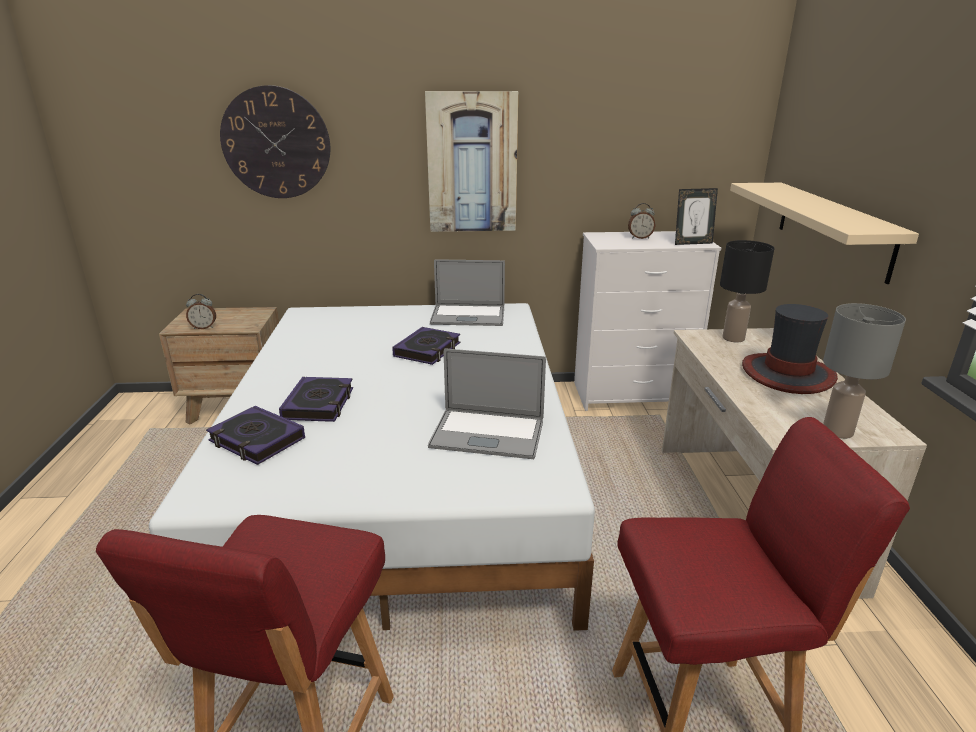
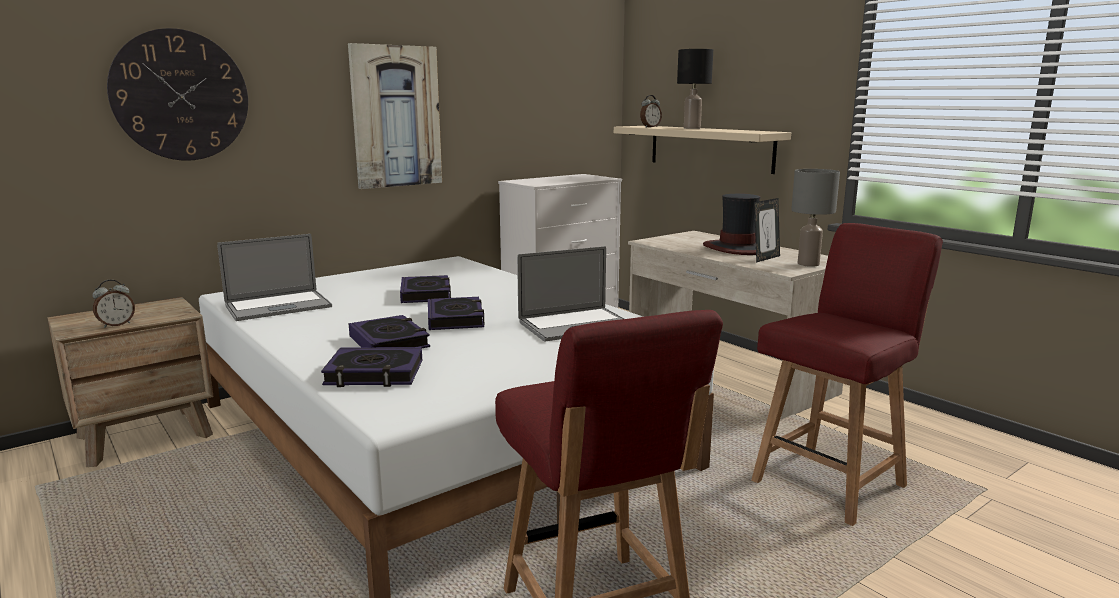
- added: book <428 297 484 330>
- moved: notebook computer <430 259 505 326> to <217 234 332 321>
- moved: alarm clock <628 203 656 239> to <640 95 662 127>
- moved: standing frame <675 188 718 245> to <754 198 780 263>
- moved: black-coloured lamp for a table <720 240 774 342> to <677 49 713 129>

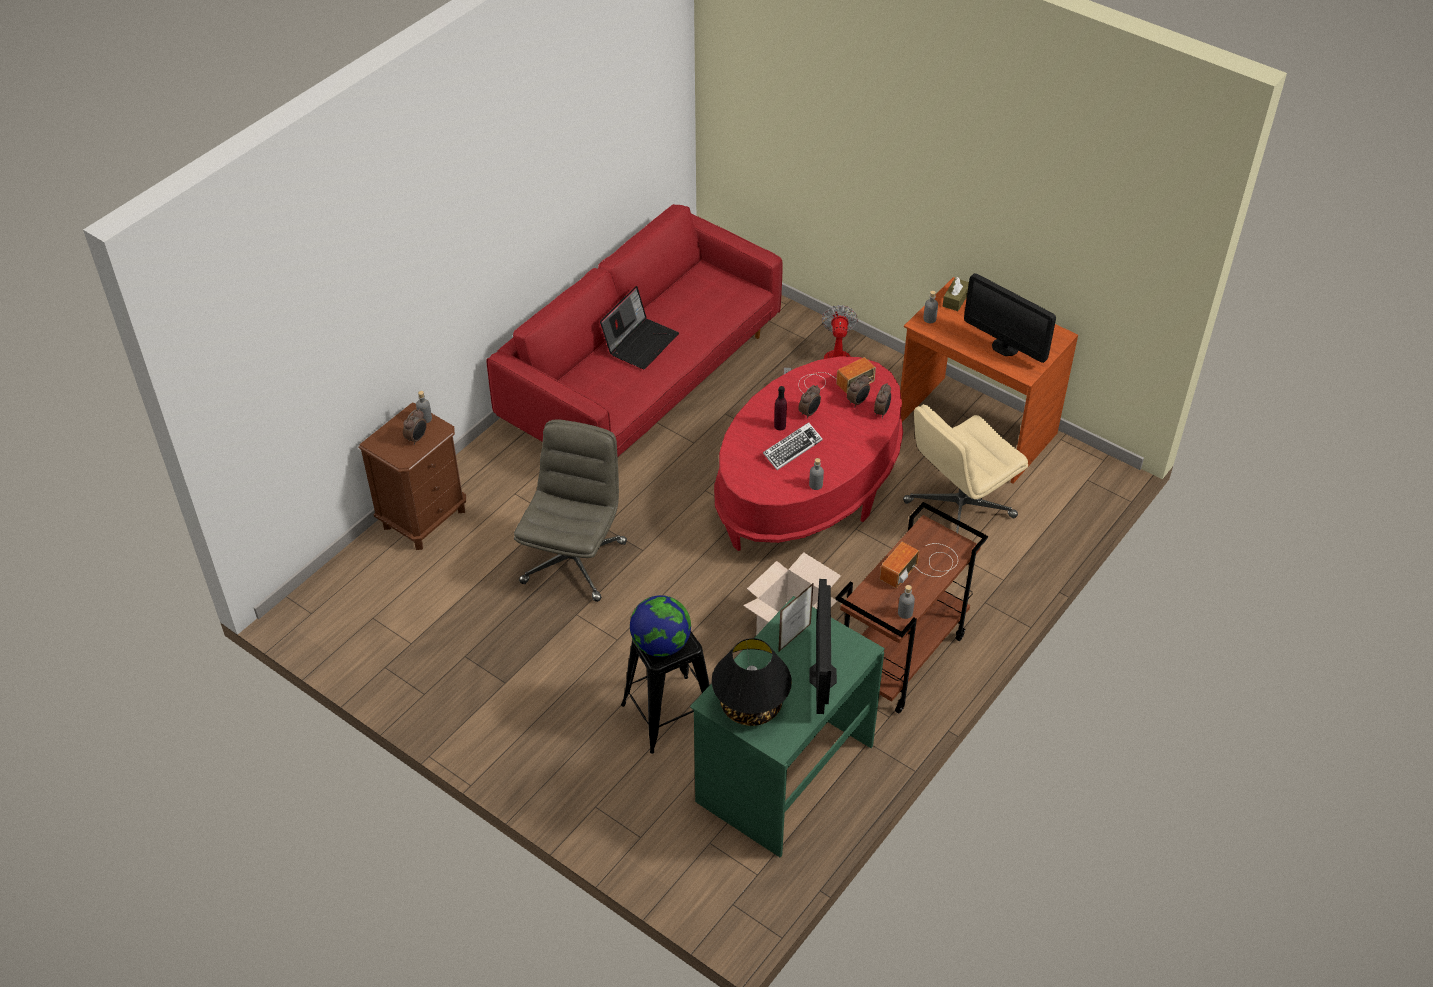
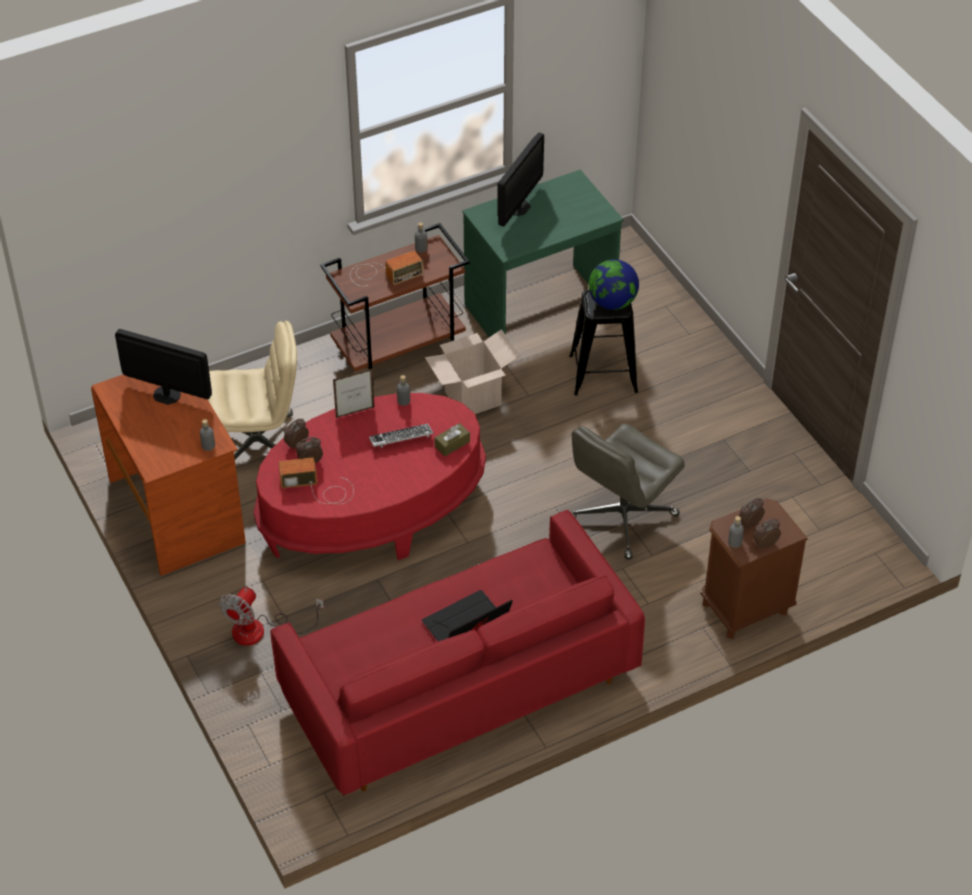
- removed: black-coloured lamp for a table <712 638 792 726>
- removed: purple bottle <774 386 787 430>
- moved: standing frame <778 582 814 652> to <333 369 374 418>
- moved: alarm clock <798 385 821 419> to <753 518 781 549>
- moved: brown tissue holder <943 277 969 311> to <434 423 470 456>
- turned: computer display <964 273 1056 363> = <115 329 212 405> 45 degrees counterclockwise

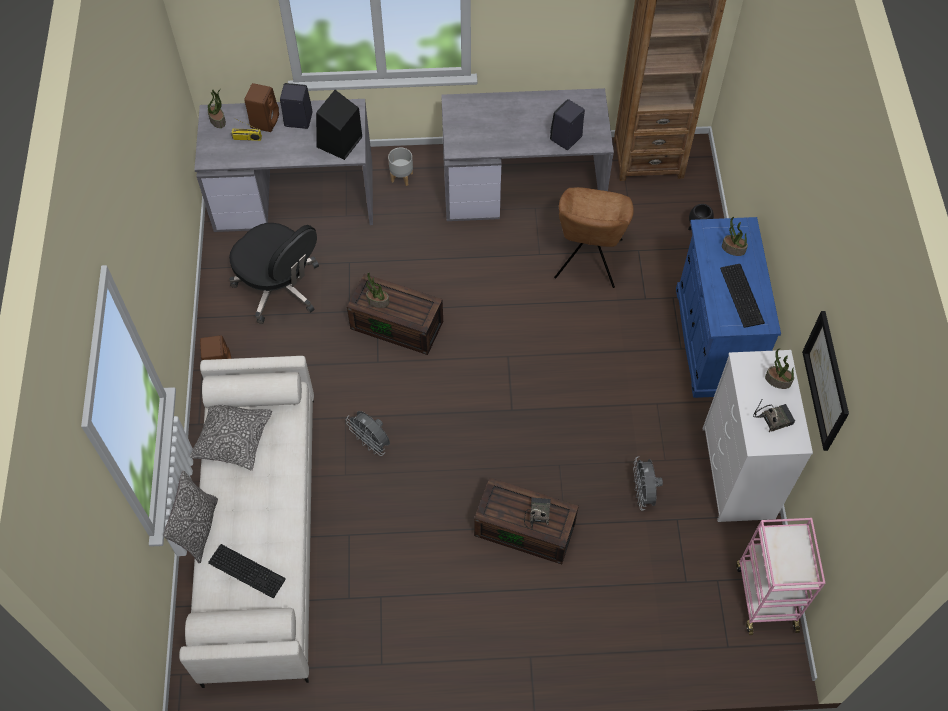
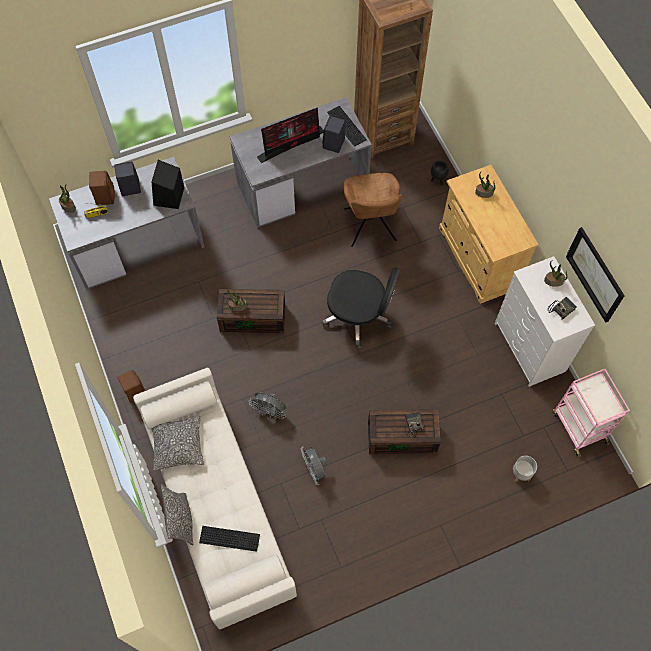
- added: computer display <257 107 324 163>
- moved: black-coloured office chair <229 223 319 324> to <322 267 400 348>
- moved: grey plant pot <388 147 413 186> to <512 456 537 482>
- moved: grey cooling fan <633 456 663 510> to <301 446 327 485>
- moved: keyboard <720 264 765 328> to <327 106 367 147>
- recoloured: bluish cabinet <676 217 781 398> to beige cabinet <439 165 539 304>

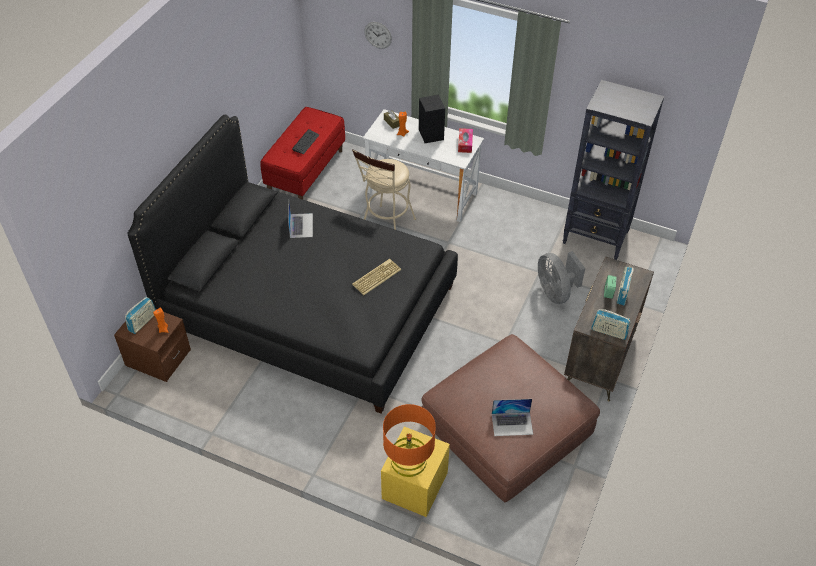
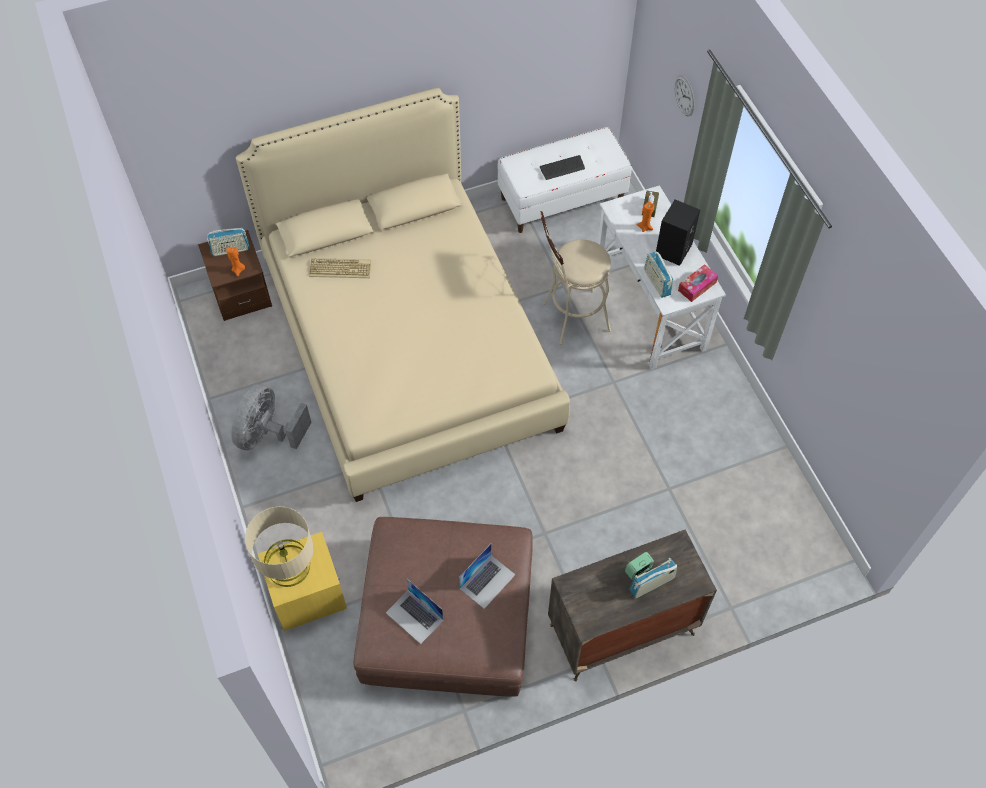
- removed: black-coloured bookcase <563 80 664 260>
- moved: notebook computer <288 203 313 238> to <459 543 516 609>
- moved: keyboard <352 259 401 295> to <309 258 371 278>
- moved: grey cooling fan <538 251 585 304> to <231 384 312 450>
- moved: radio set <591 309 631 340> to <644 251 673 298>
- recoloured: black-coloured bedroom bed <127 115 458 414> to beige bedroom bed <236 88 570 502>
- recoloured: reddish indoor bench <260 107 345 200> to whitish indoor bench <498 127 632 233>
- recoloured: orange-coloured lamp for a table <383 404 436 477> to beige lamp for a table <245 507 314 587>

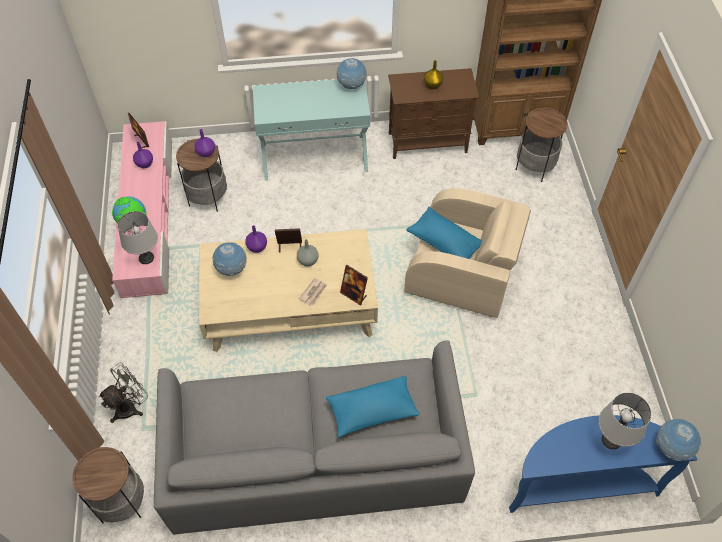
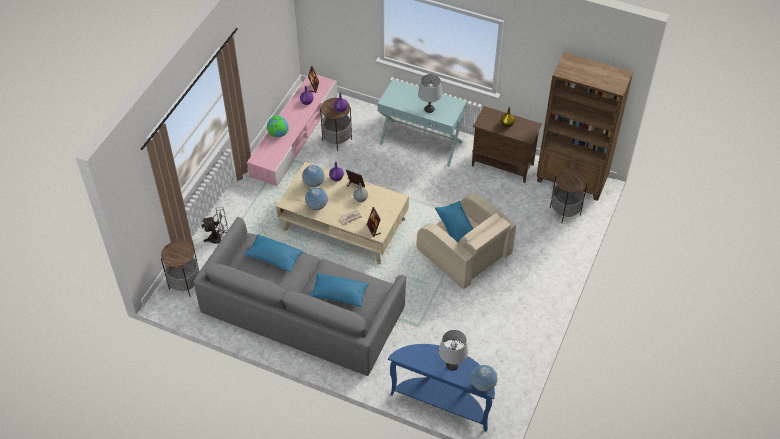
- added: bluish throw pillow <244 234 304 272>
- moved: grey lamp for a table <118 211 158 264> to <418 74 442 113>
- moved: globe <337 58 367 89> to <305 188 328 210>

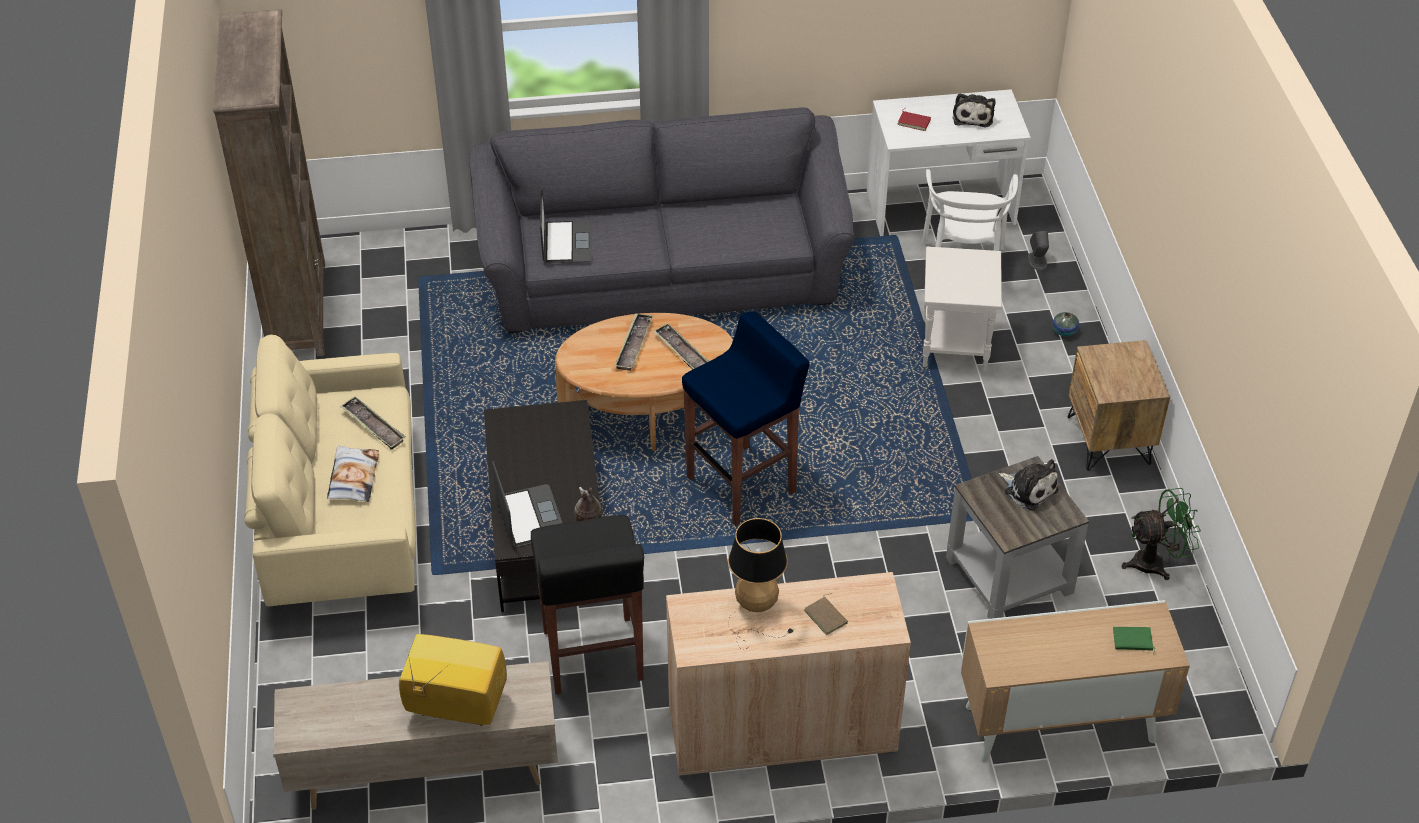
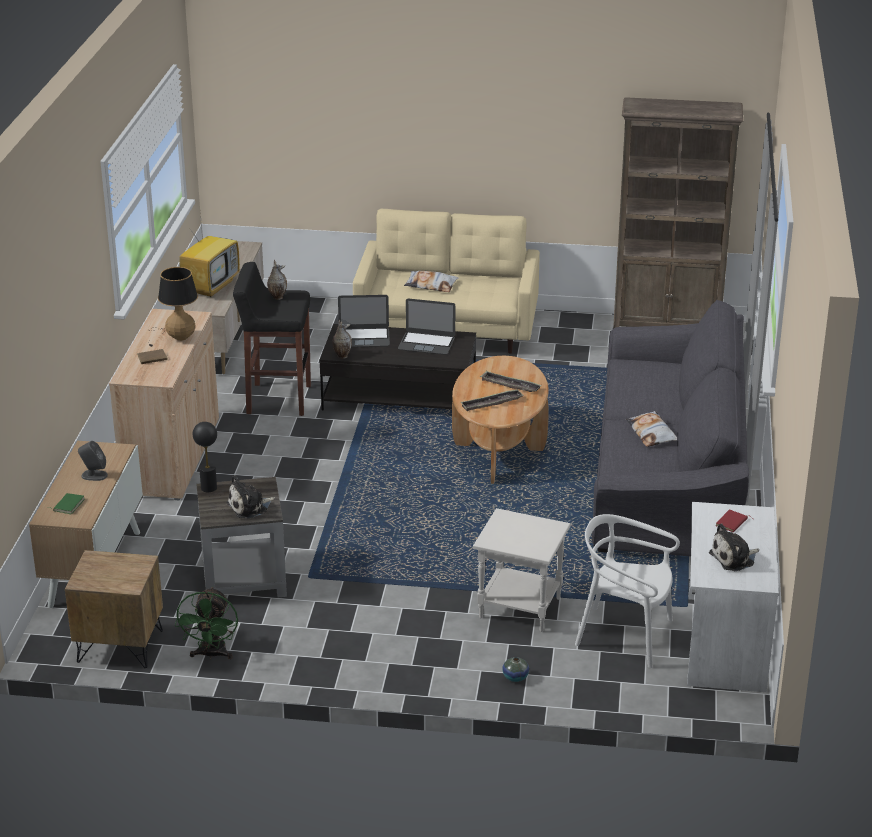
- removed: tray <340 396 406 450>
- removed: bluish stool <682 311 810 526>
- added: black-coloured lamp for a table <193 422 217 492>
- added: decorative vase <267 260 287 300>
- added: throw pillow <626 411 677 447>
- moved: notebook computer <540 186 592 263> to <398 299 455 355>
- moved: grey speaker <1028 231 1049 270> to <78 441 108 481>
- moved: brown bedside table <1068 340 1170 471> to <65 550 163 668>
- turned: plush toy <953 93 995 128> = <709 523 759 571> 45 degrees counterclockwise

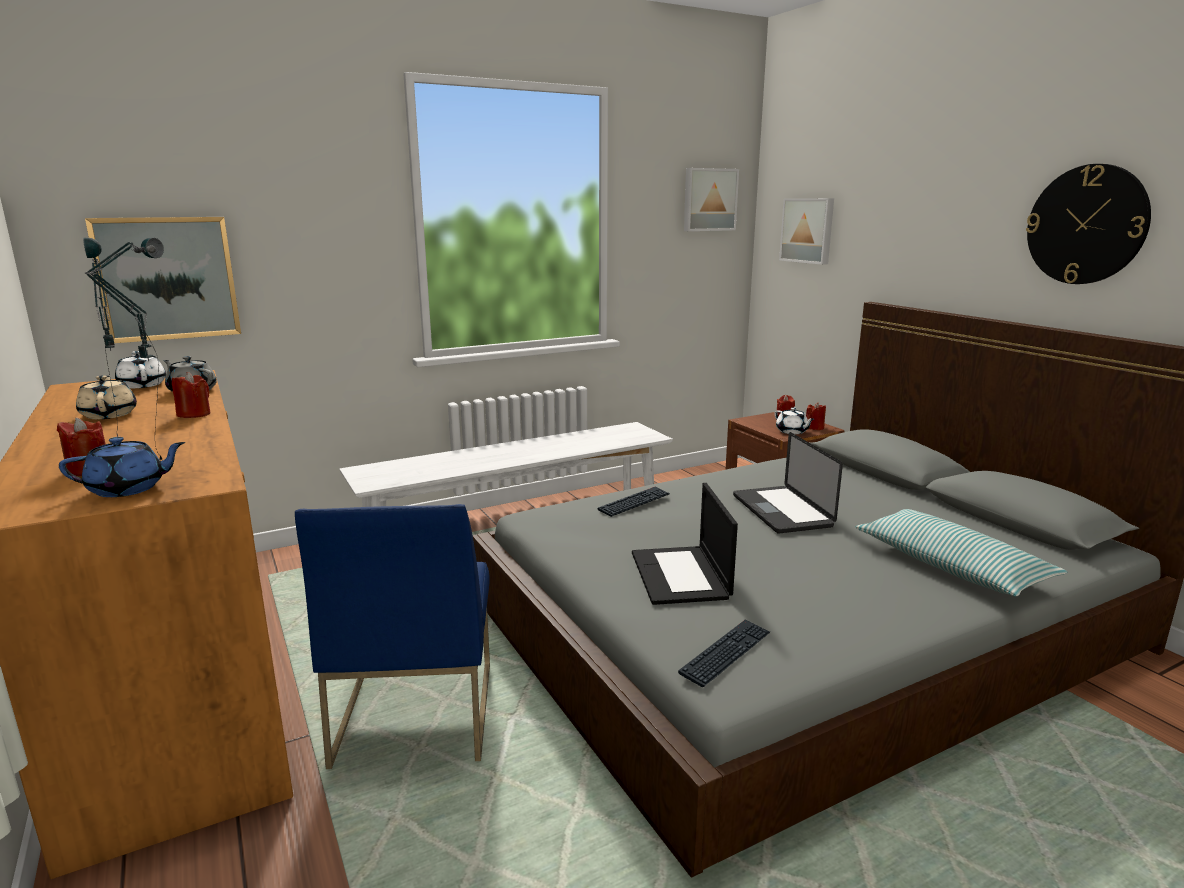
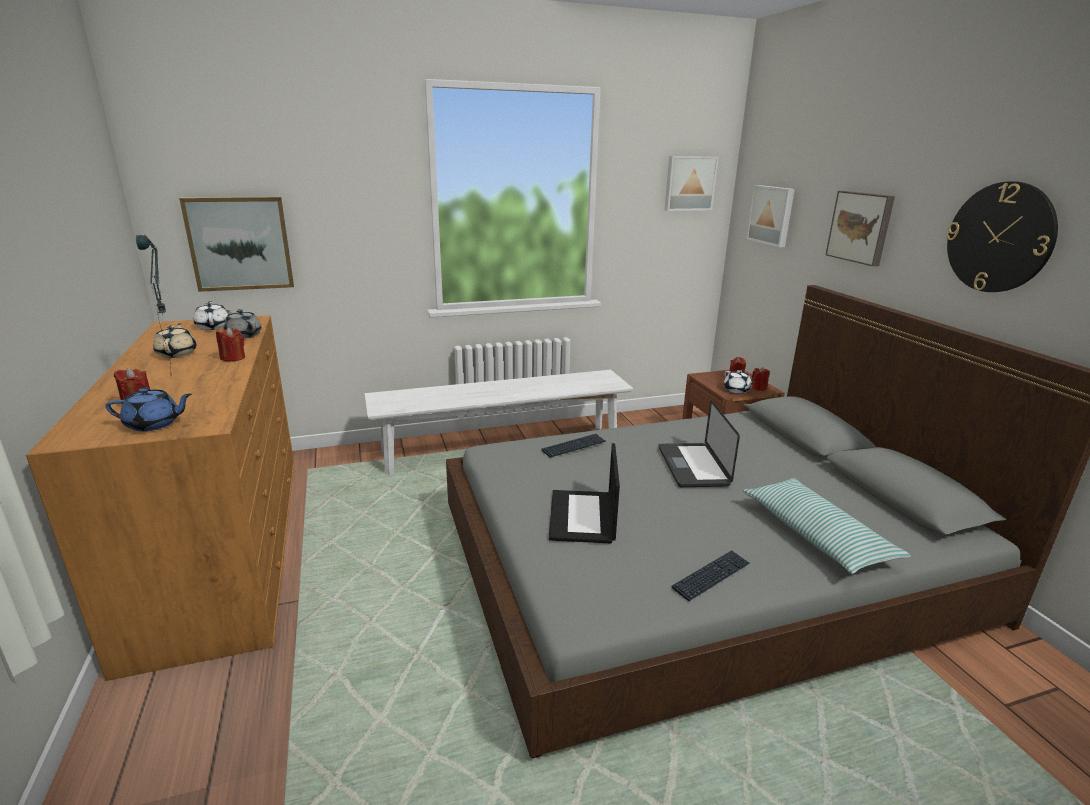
- removed: lamp for a table <84 238 164 461>
- removed: bluish upright chair <295 504 490 769>
- added: wall art <826 191 895 266>
- moved: keyboard <678 619 770 687> to <672 550 750 601>

